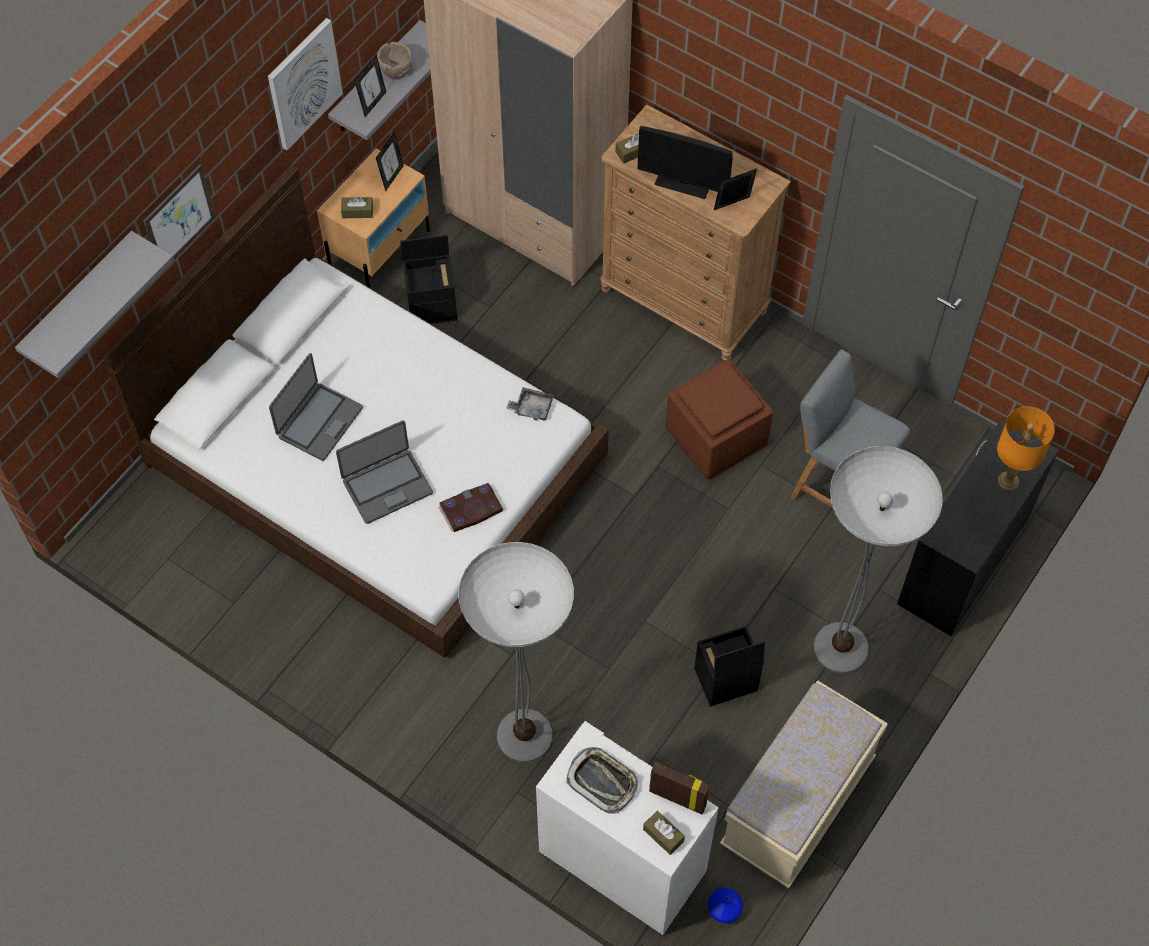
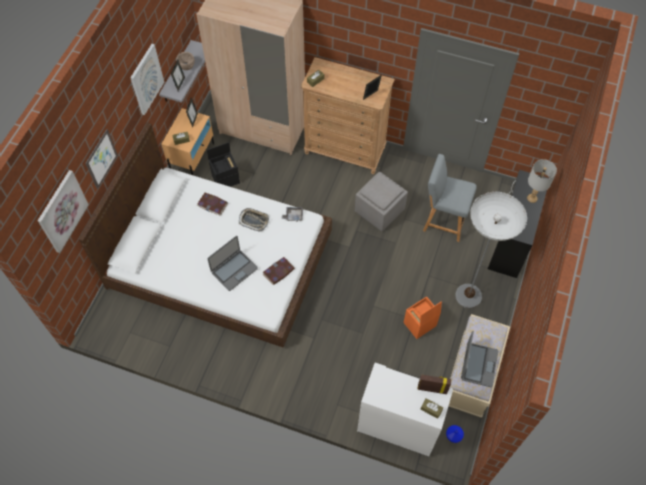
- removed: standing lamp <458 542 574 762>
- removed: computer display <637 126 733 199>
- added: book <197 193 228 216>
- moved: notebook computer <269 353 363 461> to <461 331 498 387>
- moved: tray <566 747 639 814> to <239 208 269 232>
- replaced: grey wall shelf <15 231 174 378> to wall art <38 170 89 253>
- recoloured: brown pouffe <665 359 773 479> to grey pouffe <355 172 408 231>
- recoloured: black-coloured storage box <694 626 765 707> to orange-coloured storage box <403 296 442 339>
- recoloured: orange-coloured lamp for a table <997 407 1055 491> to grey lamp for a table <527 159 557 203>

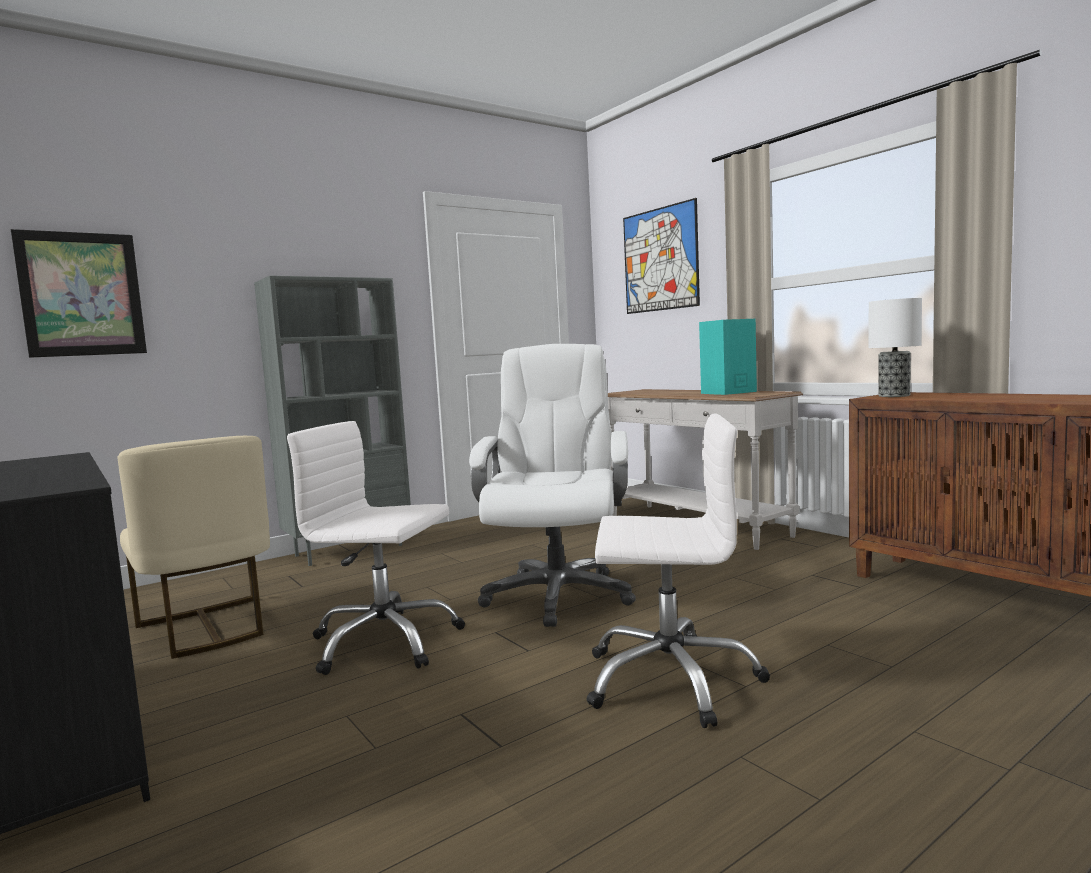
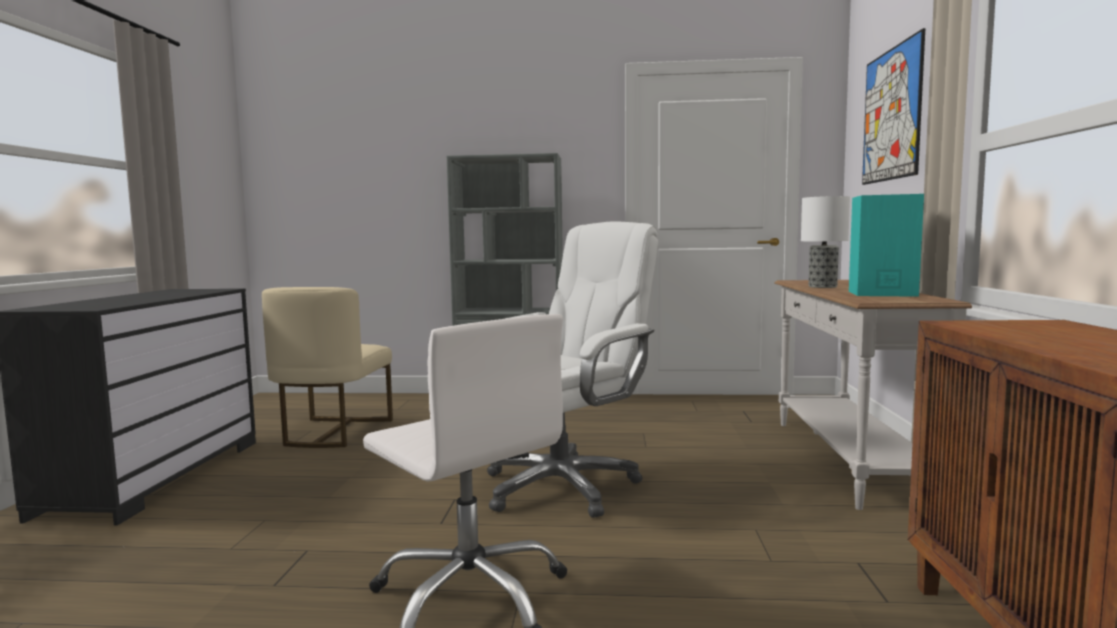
- removed: wall art <11 229 147 358>
- removed: whitish office chair <287 421 465 675>
- moved: lamp for a table <869 298 922 397> to <801 196 850 288>

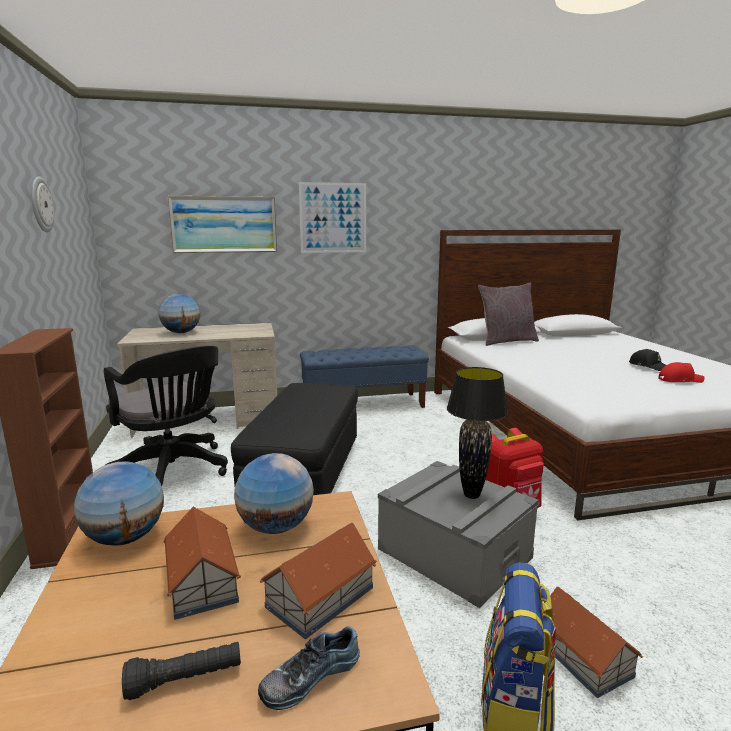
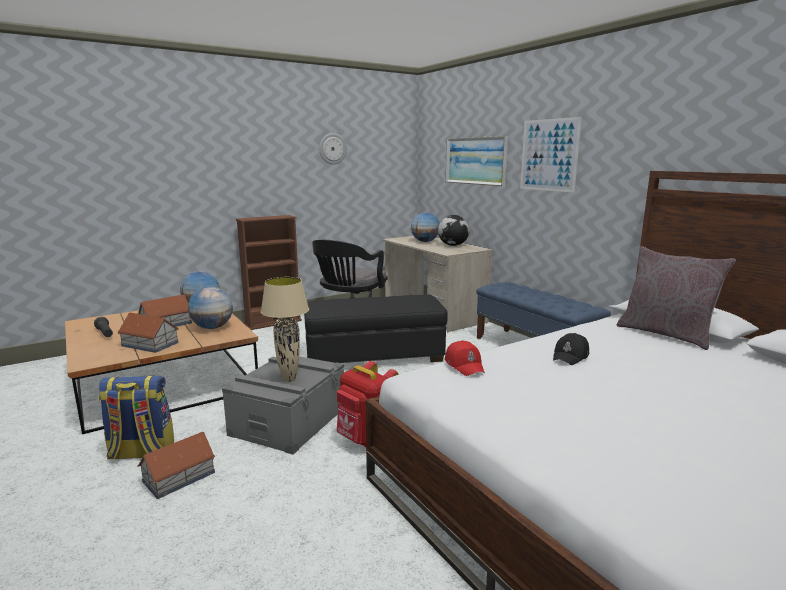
- removed: shoe <258 626 360 710>
- added: globe <438 215 470 246>
- moved: black-coloured peaked cap <629 349 666 371> to <553 333 589 365>
- moved: reddish peaked cap <658 362 705 383> to <445 340 485 376>
- recoloured: black-coloured lamp for a table <447 367 508 499> to beige lamp for a table <261 277 309 382>

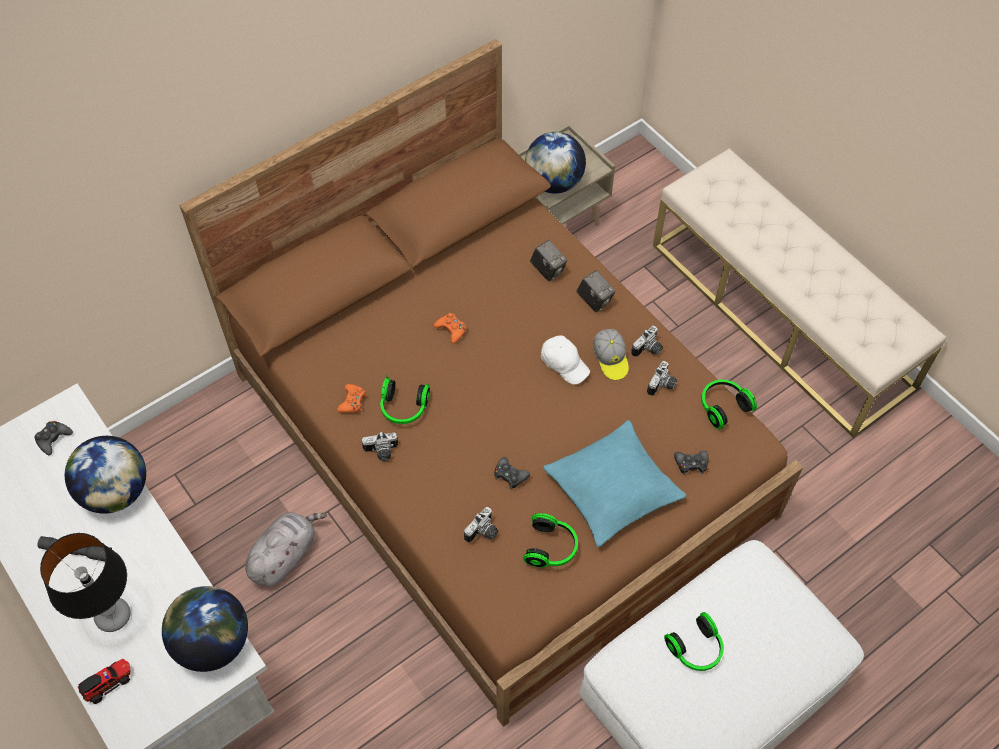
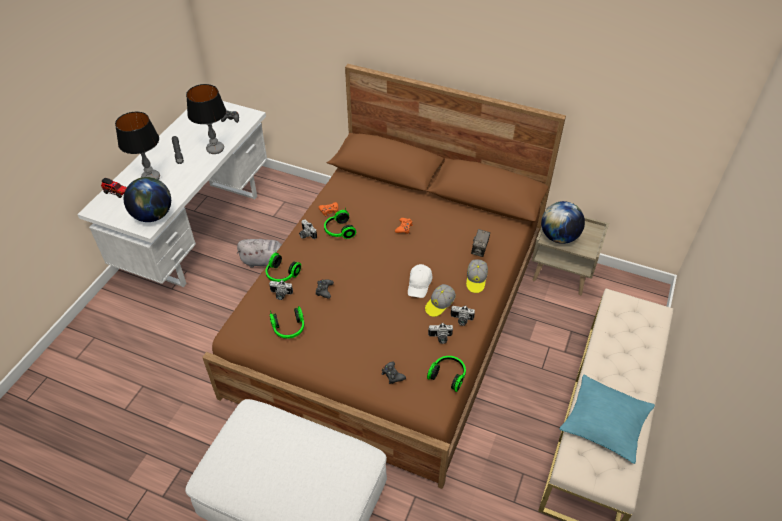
- moved: blue-green throw pillow <543 420 686 547> to <559 375 655 464>
- moved: headphones <664 612 724 671> to <266 253 301 282>
- replaced: globe <65 436 146 514> to lamp for a table <186 84 226 154>
- replaced: still camera <576 270 616 312> to peaked cap <466 259 488 293>

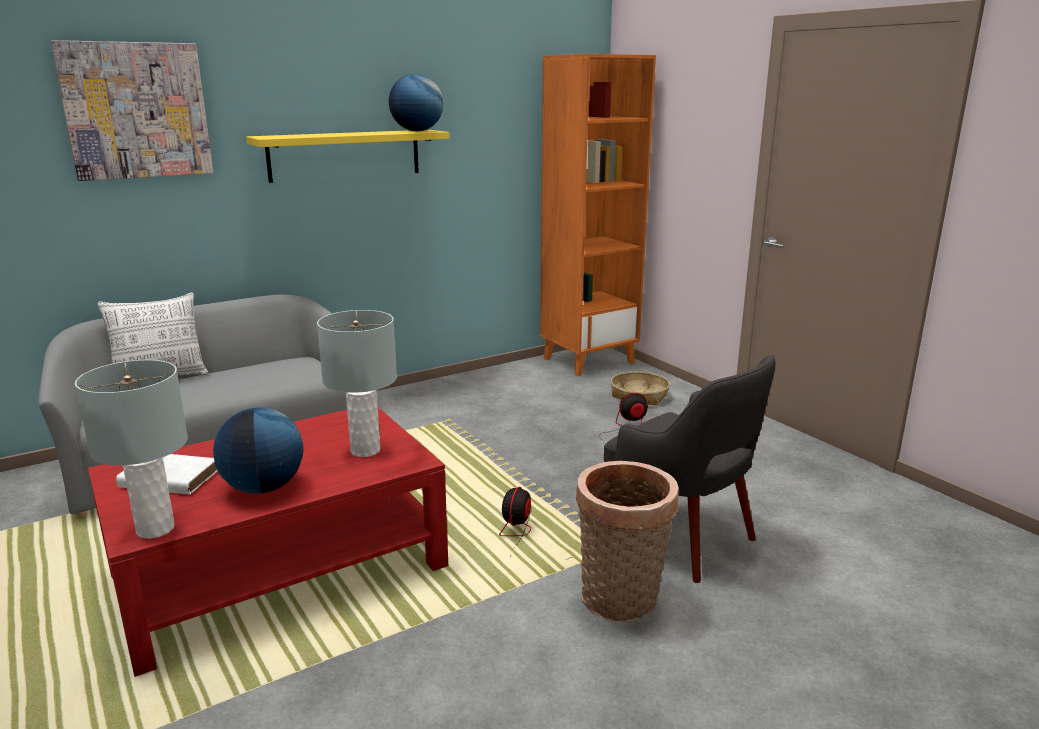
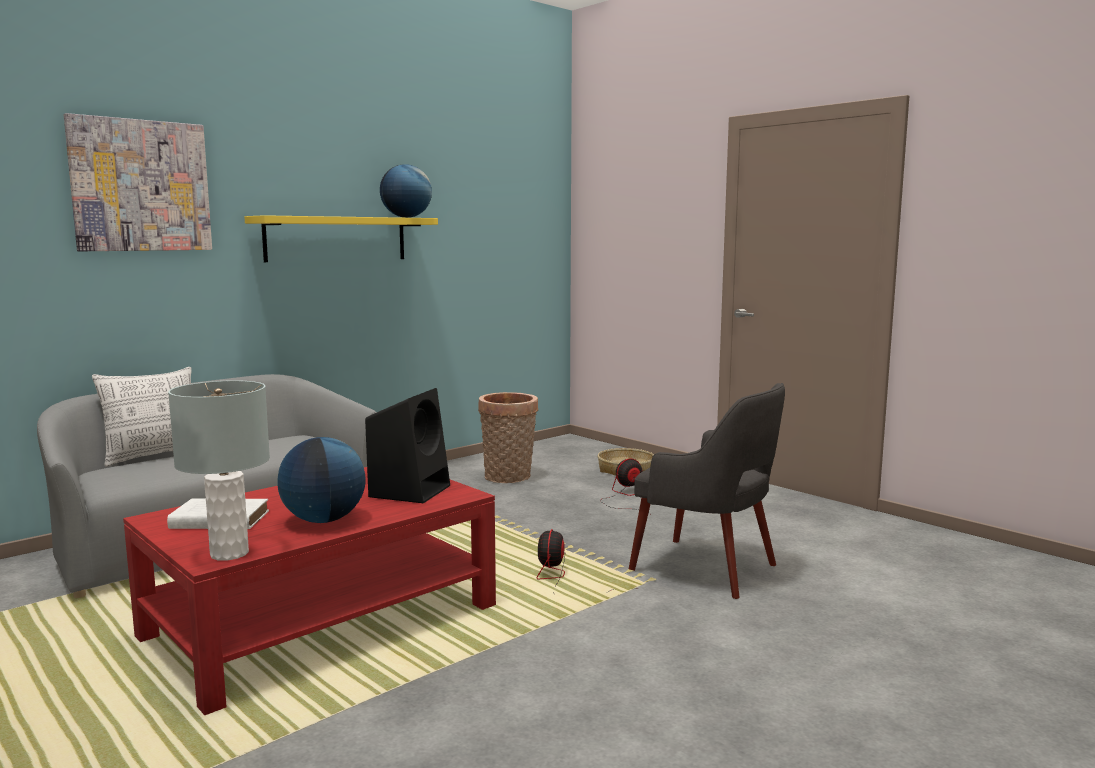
- removed: orange-coloured bookcase <540 54 656 376>
- moved: household basket <576 461 679 621> to <478 392 538 483>
- replaced: grey lamp for a table <317 310 397 457> to black-coloured speaker <365 388 450 503>

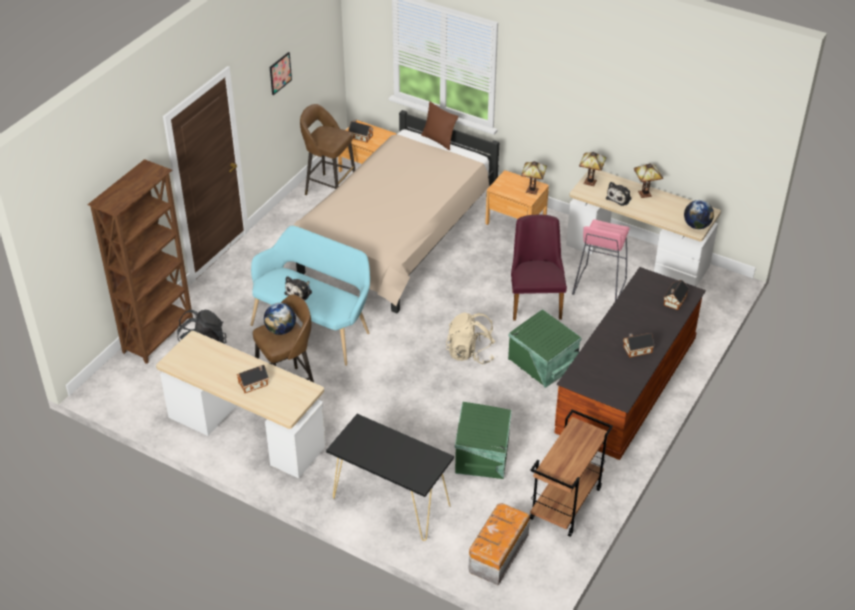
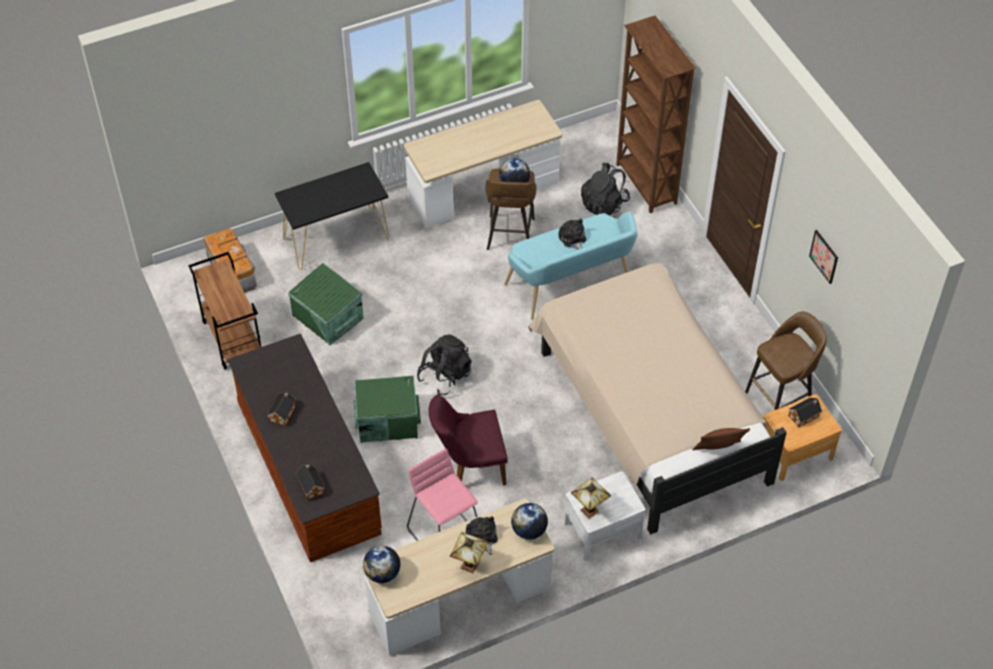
- removed: miniature house <236 365 269 393>
- replaced: lamp for a table <579 152 607 186> to globe <511 503 548 540>
- recoloured: beige backpack <446 313 496 364> to black-coloured backpack <417 334 472 395>
- recoloured: brown bedside table <485 170 549 225> to whitish bedside table <564 471 645 561>
- turned: purple upright chair <511 215 567 321> = <428 395 508 485> 135 degrees clockwise

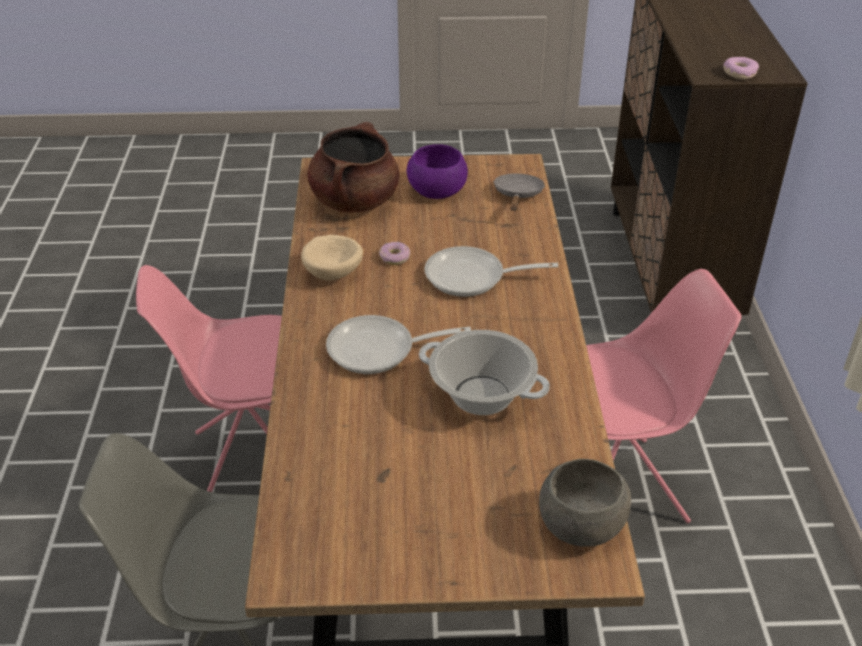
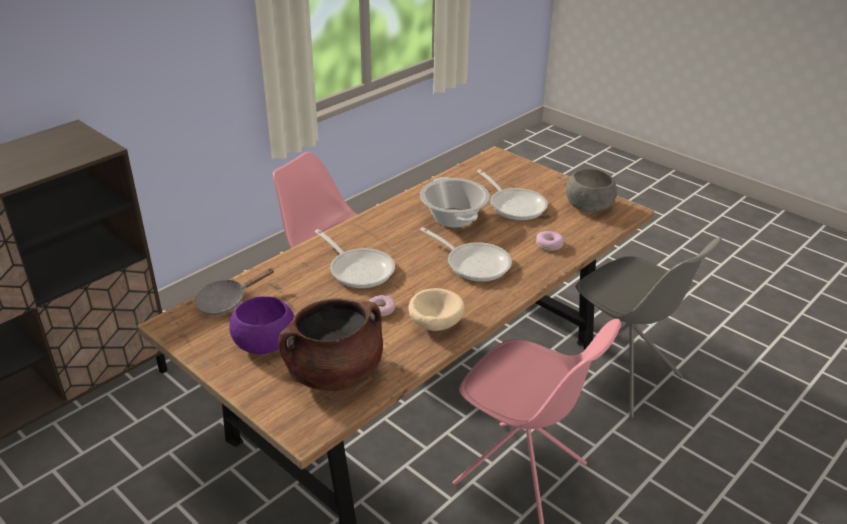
- added: frying pan <477 170 548 221>
- moved: grey deep dish <539 459 631 547> to <566 169 617 212>
- moved: ring doughnut <723 57 759 80> to <536 231 564 251>

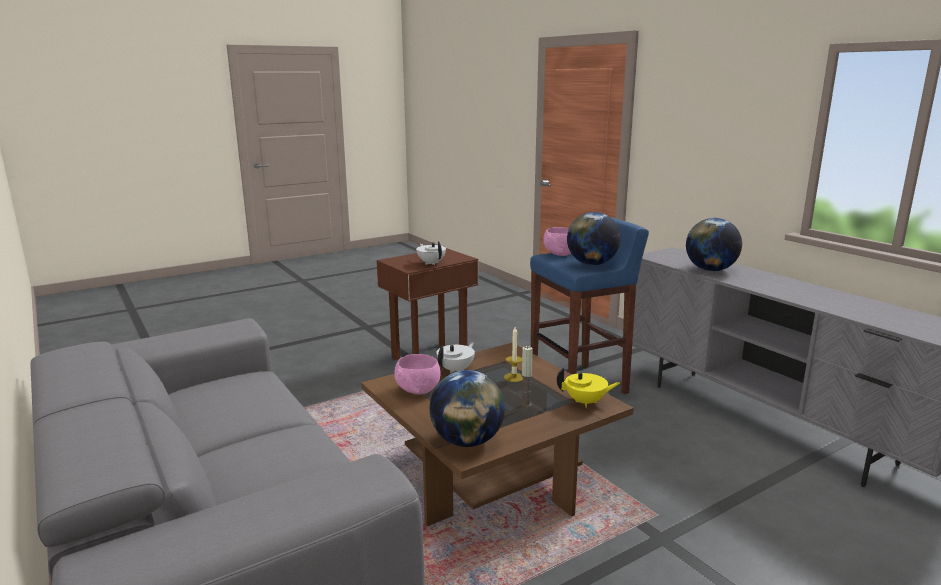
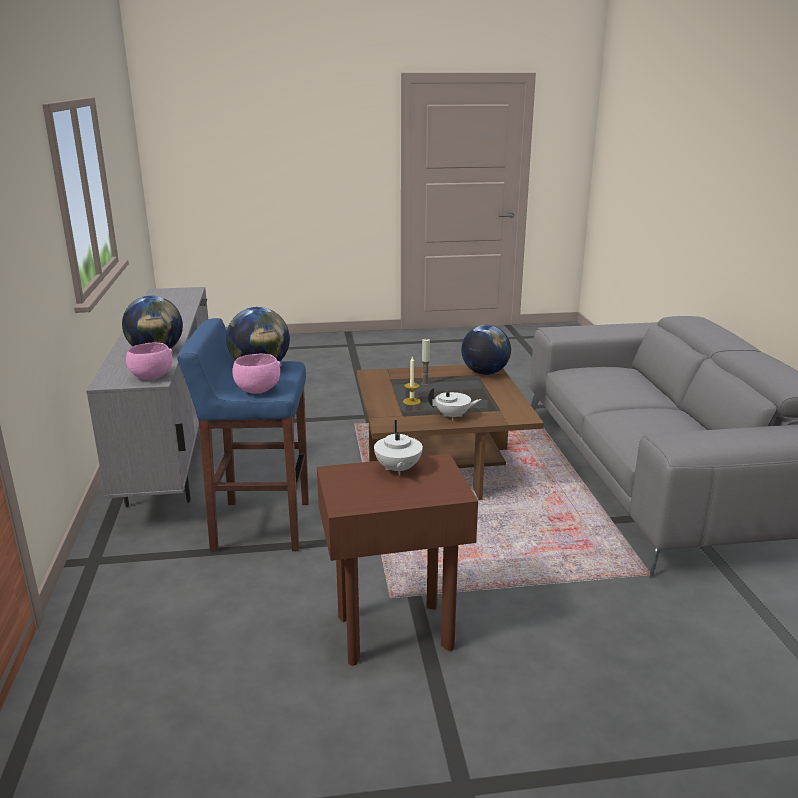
- removed: yellowish tea pot <557 368 620 408>
- moved: pinkish deep dish <394 354 441 394> to <126 342 173 380>
- turned: whitish tea pot <437 343 475 374> = <428 387 481 420> 150 degrees counterclockwise

